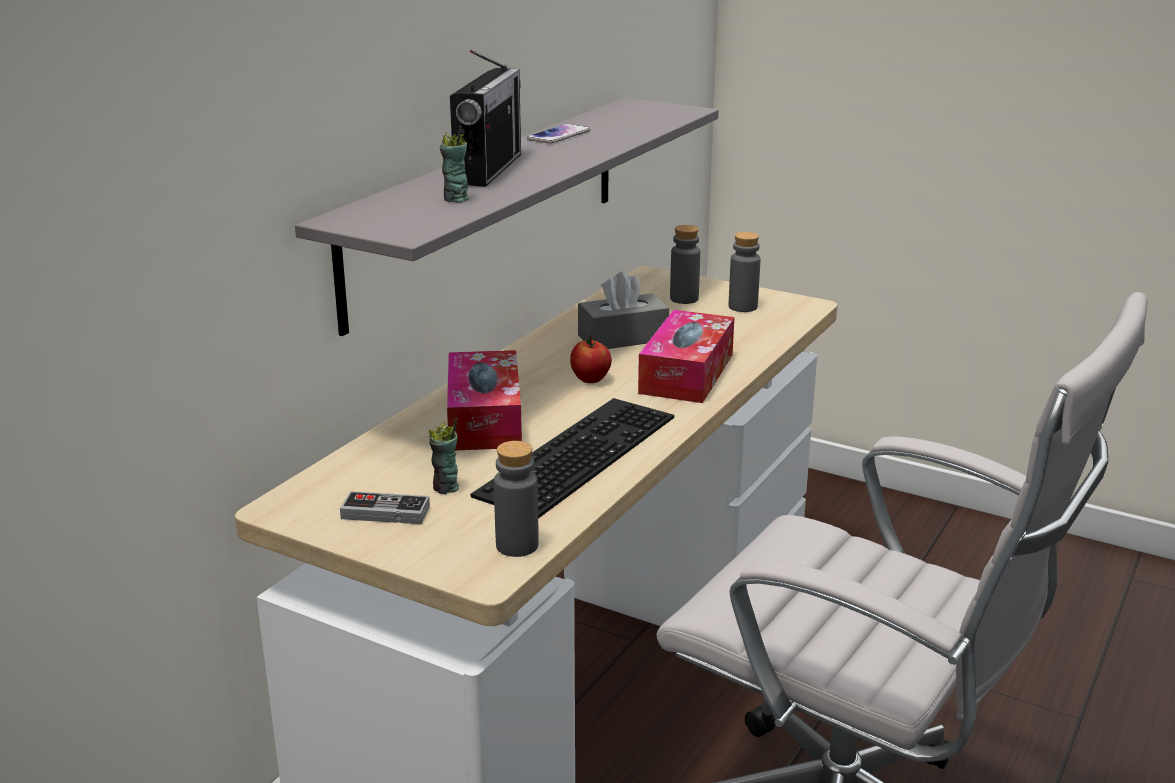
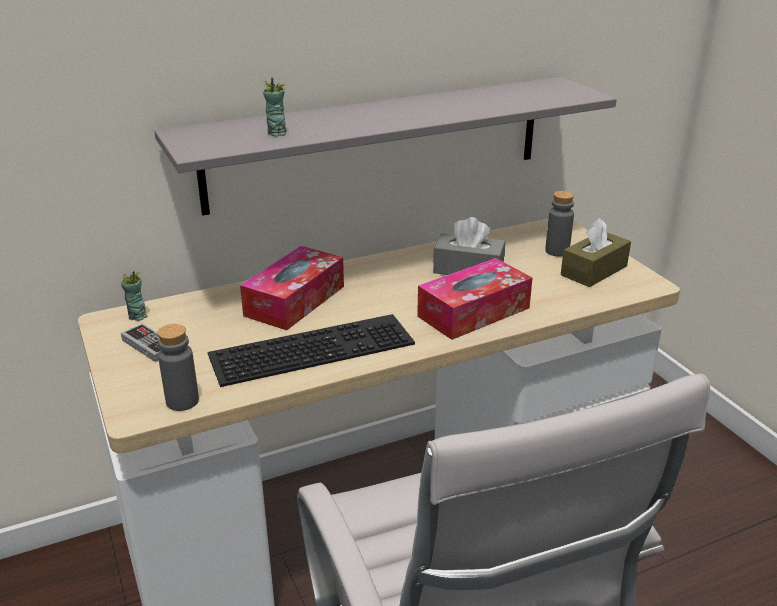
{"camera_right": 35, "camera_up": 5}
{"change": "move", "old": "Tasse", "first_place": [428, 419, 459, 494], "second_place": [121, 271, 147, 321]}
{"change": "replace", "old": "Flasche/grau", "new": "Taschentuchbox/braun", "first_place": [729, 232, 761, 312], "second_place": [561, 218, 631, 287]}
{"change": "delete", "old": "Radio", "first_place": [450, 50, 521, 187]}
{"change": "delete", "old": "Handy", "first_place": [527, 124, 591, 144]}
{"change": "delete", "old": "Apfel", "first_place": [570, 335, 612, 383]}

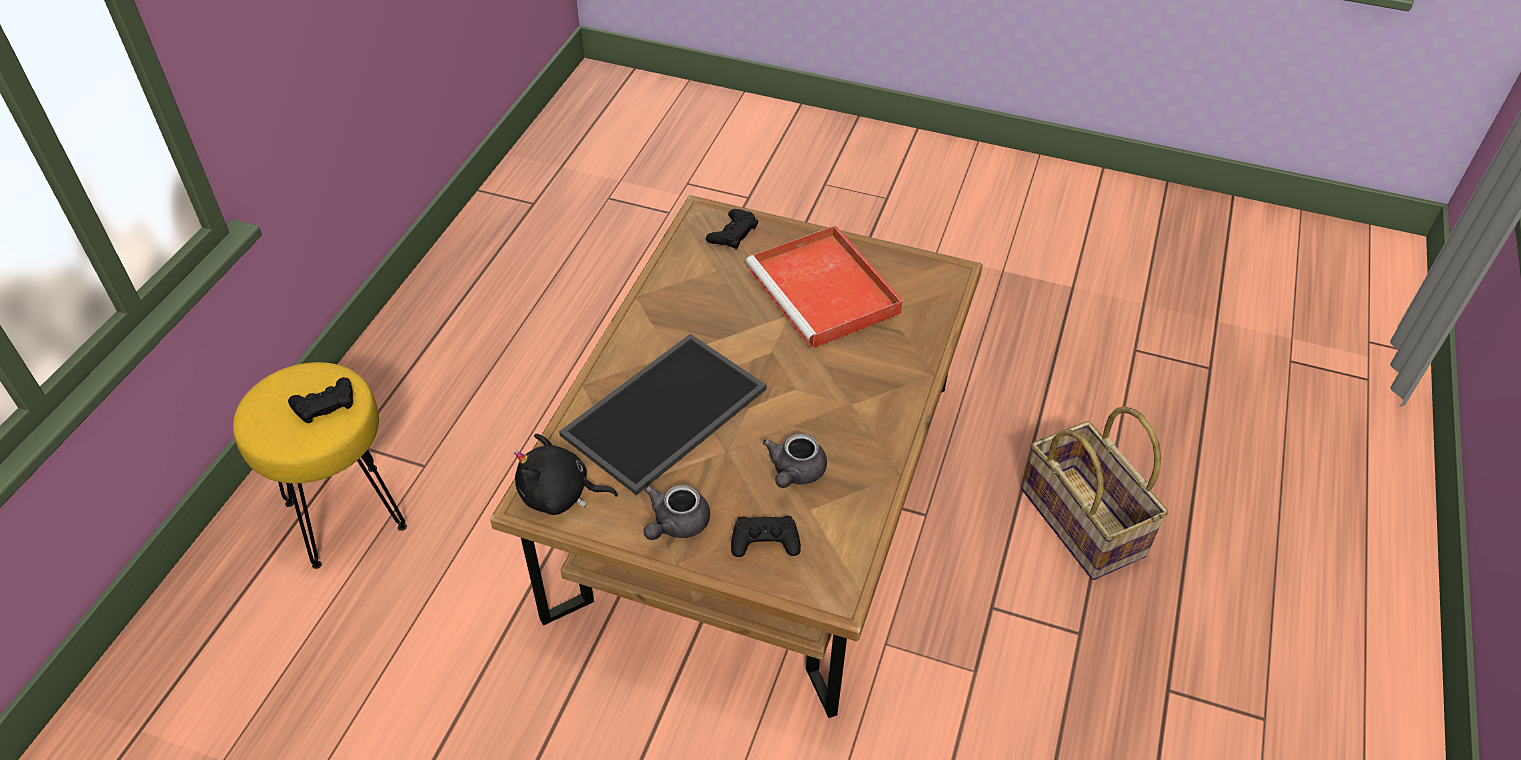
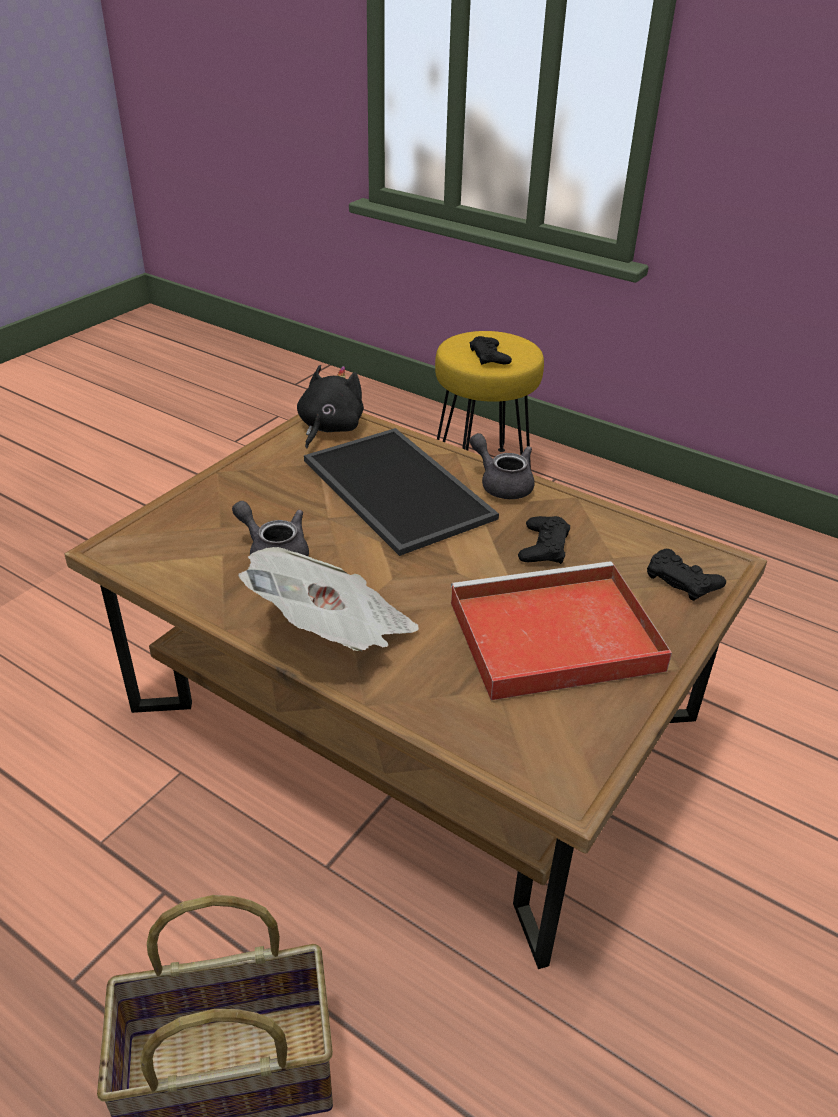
{"camera_right": 105, "camera_up": -10}
{"change": "insert", "new": "Zeitung", "second_place": [238, 547, 419, 652]}
{"change": "move", "old": "Teekanne/grau", "first_place": [644, 485, 710, 540], "second_place": [470, 433, 535, 499]}
{"change": "move", "old": "Gamepad/schwarz", "first_place": [731, 516, 801, 557], "second_place": [518, 516, 570, 564]}

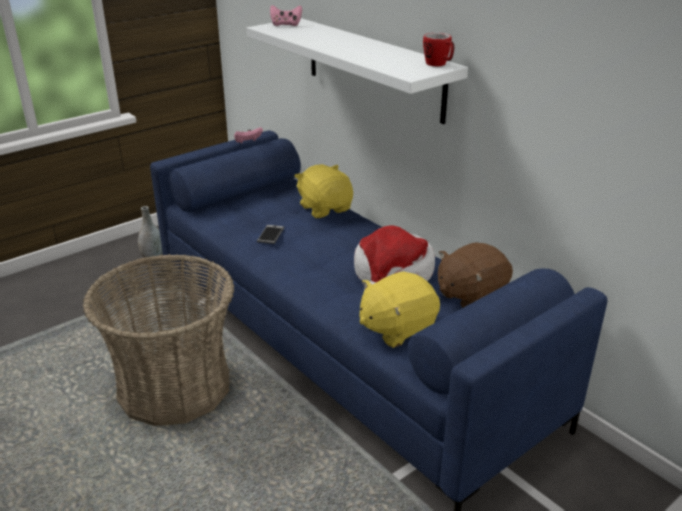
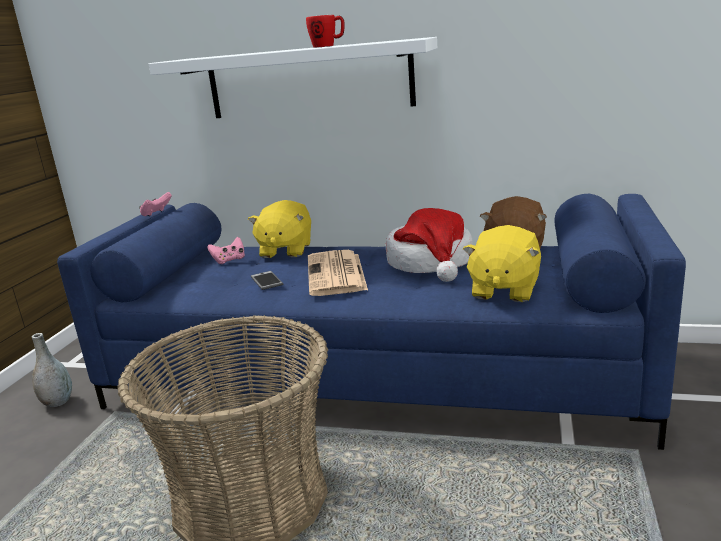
{"camera_right": -35, "camera_up": -10}
{"change": "move", "old": "Gamepad/rosa", "first_place": [270, 5, 302, 26], "second_place": [207, 237, 245, 264]}
{"change": "rotate", "old": "Plüschtier/gelb", "first_place": [295, 164, 353, 218], "second_place": [248, 200, 311, 258], "degrees": -105}
{"change": "move", "old": "Henkelbecher", "first_place": [423, 33, 455, 66], "second_place": [306, 15, 344, 48]}
{"change": "insert", "new": "Zeitung", "second_place": [308, 250, 368, 296]}

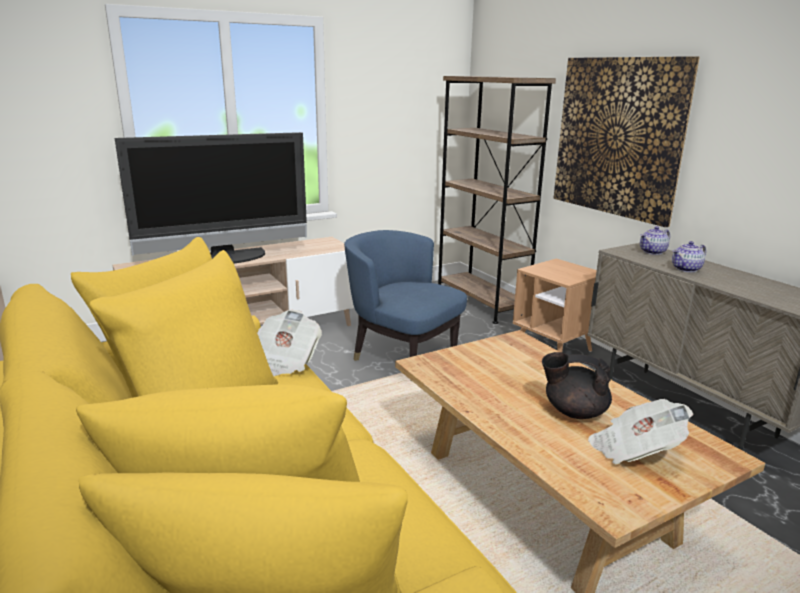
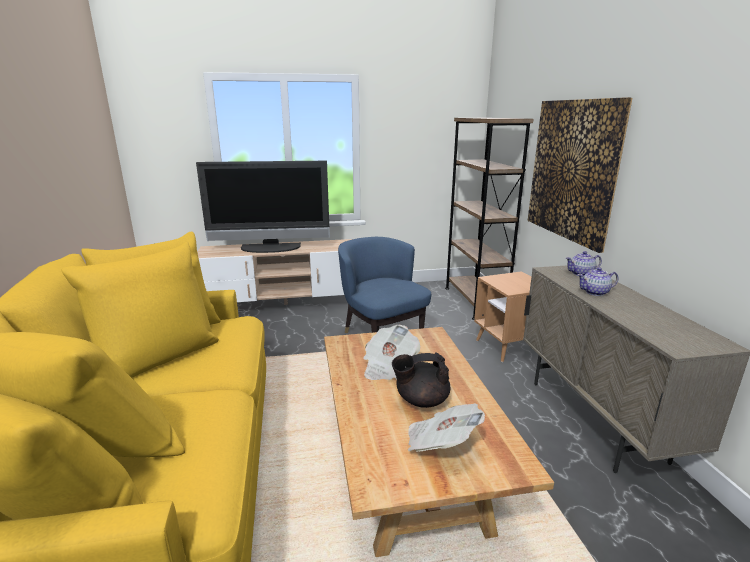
{"camera_right": 20, "camera_up": 0}
{"change": "move", "old": "Zeitung", "first_place": [257, 310, 322, 376], "second_place": [363, 325, 421, 380]}
{"change": "rotate", "old": "Teekanne/schwarz", "first_place": [542, 352, 612, 419], "second_place": [392, 352, 451, 408], "degrees": -45}

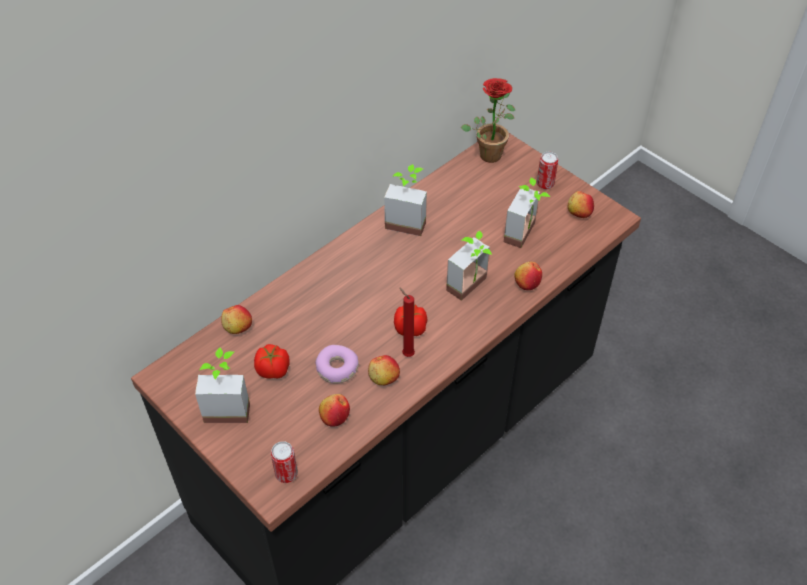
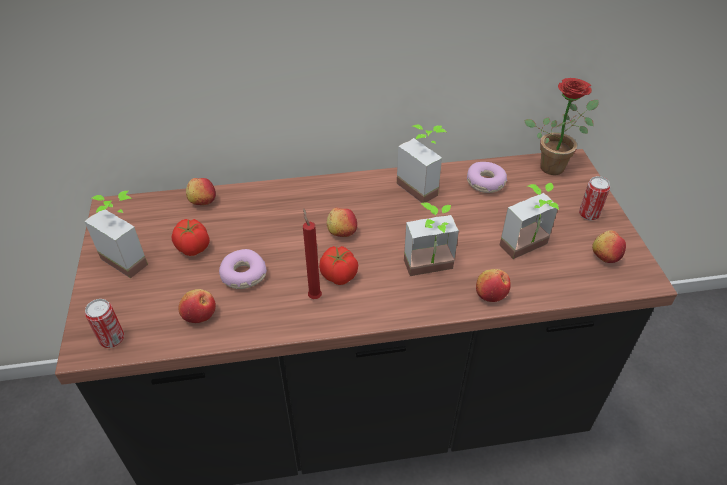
{"camera_right": 35, "camera_up": -5}
{"change": "move", "old": "Apfel", "first_place": [368, 355, 400, 385], "second_place": [327, 208, 357, 237]}
{"change": "insert", "new": "Donut", "second_place": [467, 162, 507, 193]}

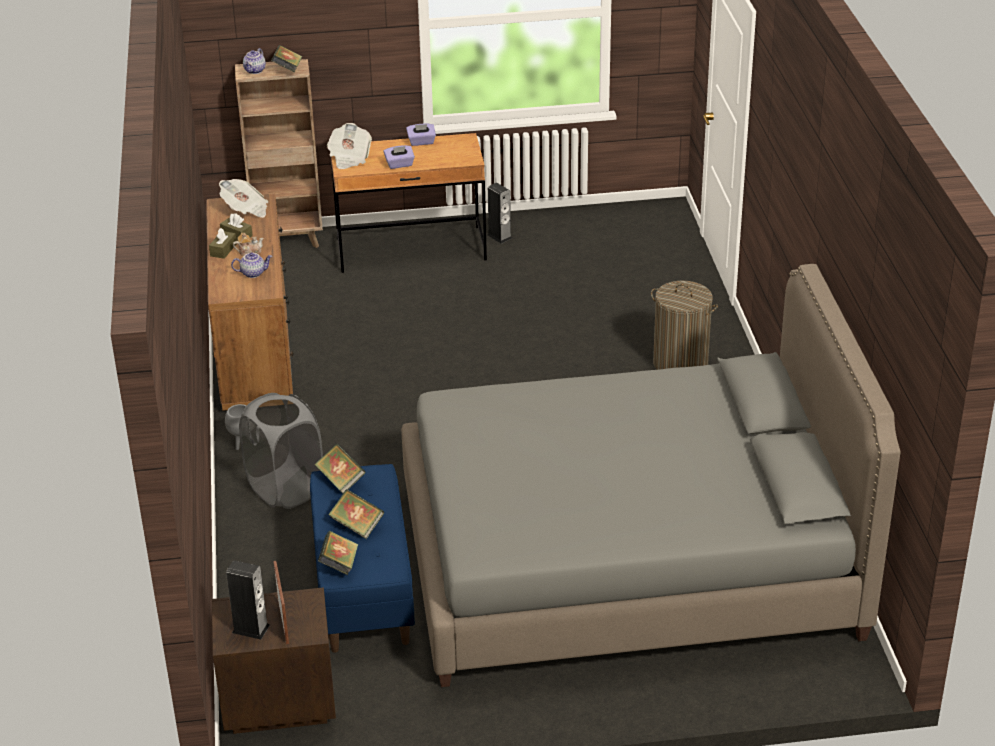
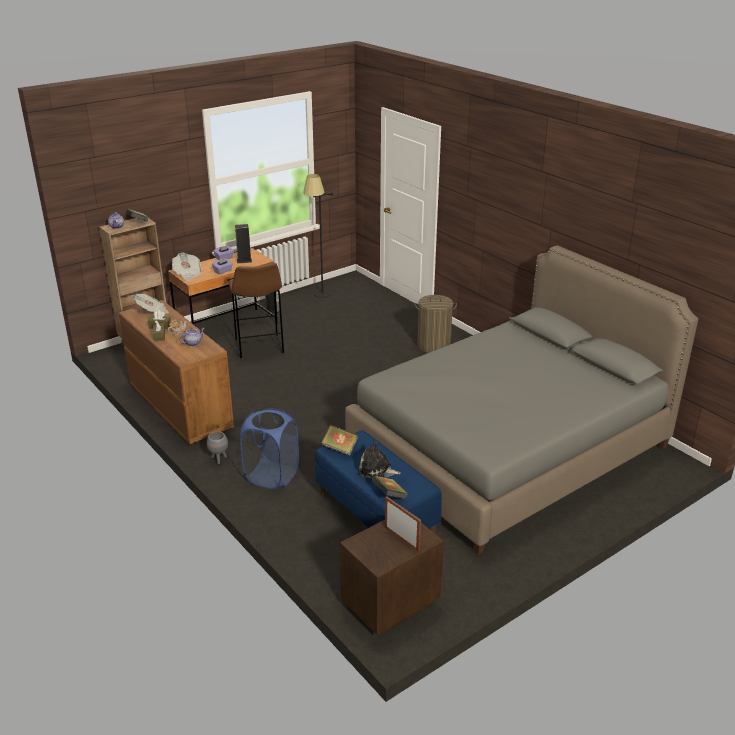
{"camera_right": -30, "camera_up": -5}
{"change": "insert", "new": "Hocker/braun", "second_place": [228, 263, 284, 360]}
{"change": "move", "old": "Lautsprecher", "first_place": [226, 560, 270, 639], "second_place": [235, 224, 252, 263]}
{"change": "recolor", "old": "Wäschekorb/grau", "new": "Wäschekorb/blau", "first_place": [239, 393, 323, 509], "second_place": [240, 408, 299, 489]}
{"change": "insert", "new": "Stehlampe/schwarz", "second_place": [303, 174, 333, 298]}
{"change": "replace", "old": "Buch", "new": "Plüschtier", "first_place": [328, 489, 384, 539], "second_place": [358, 441, 401, 479]}

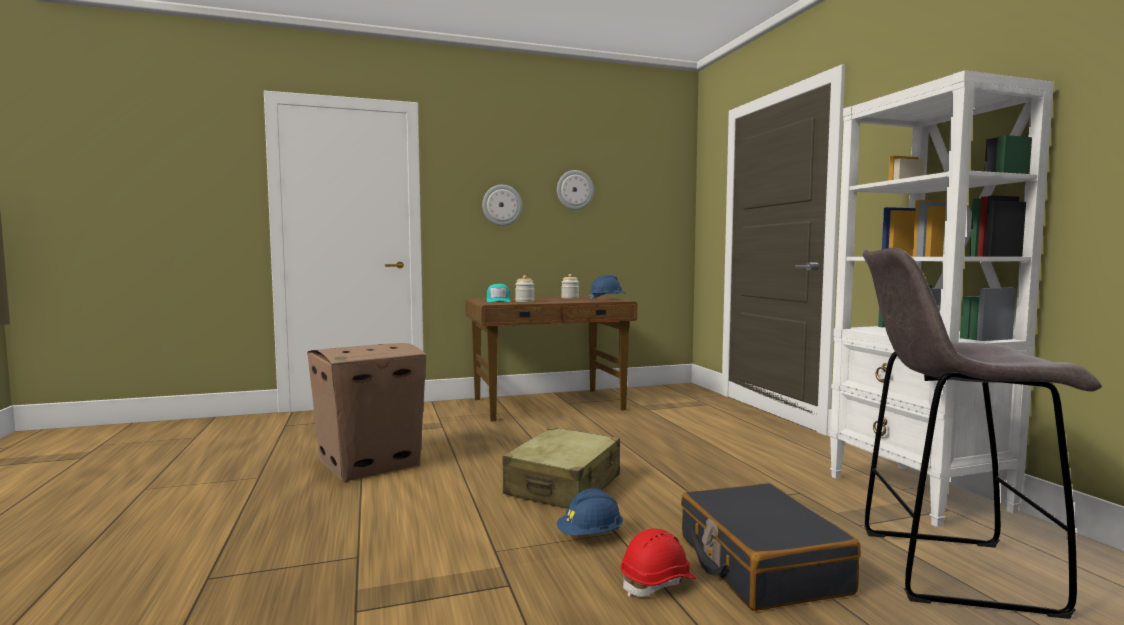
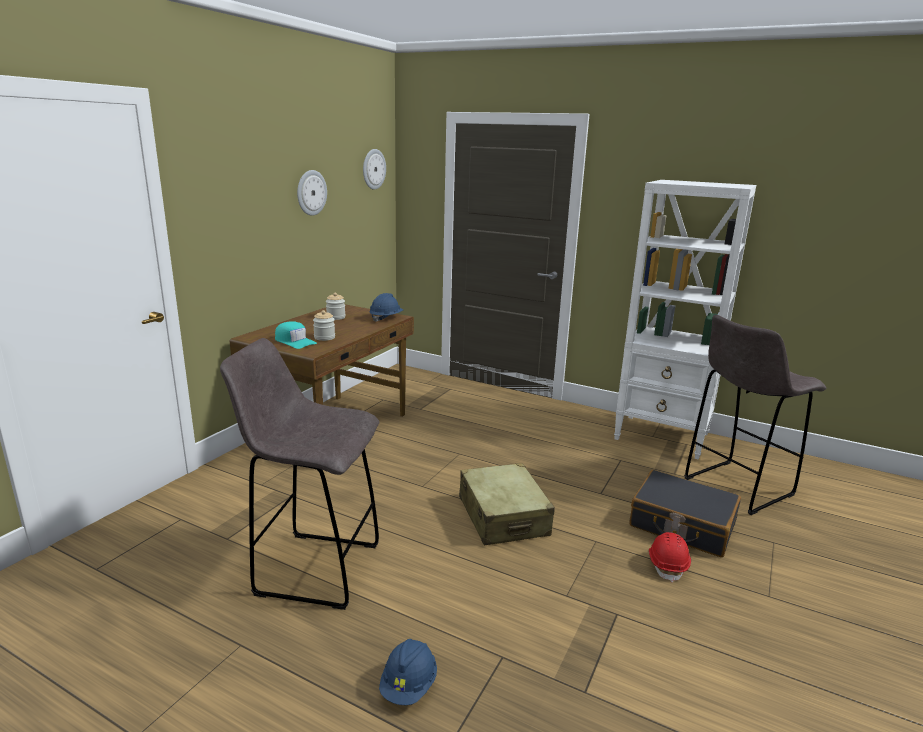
{"camera_right": -45, "camera_up": 15}
{"change": "replace", "old": "Karton", "new": "Hocker/grau", "first_place": [307, 343, 426, 482], "second_place": [220, 338, 379, 610]}
{"change": "move", "old": "Wanduhr", "first_place": [482, 185, 522, 226], "second_place": [363, 149, 386, 190]}
{"change": "move", "old": "Schutzhelm/blau", "first_place": [557, 488, 623, 536], "second_place": [379, 639, 437, 705]}

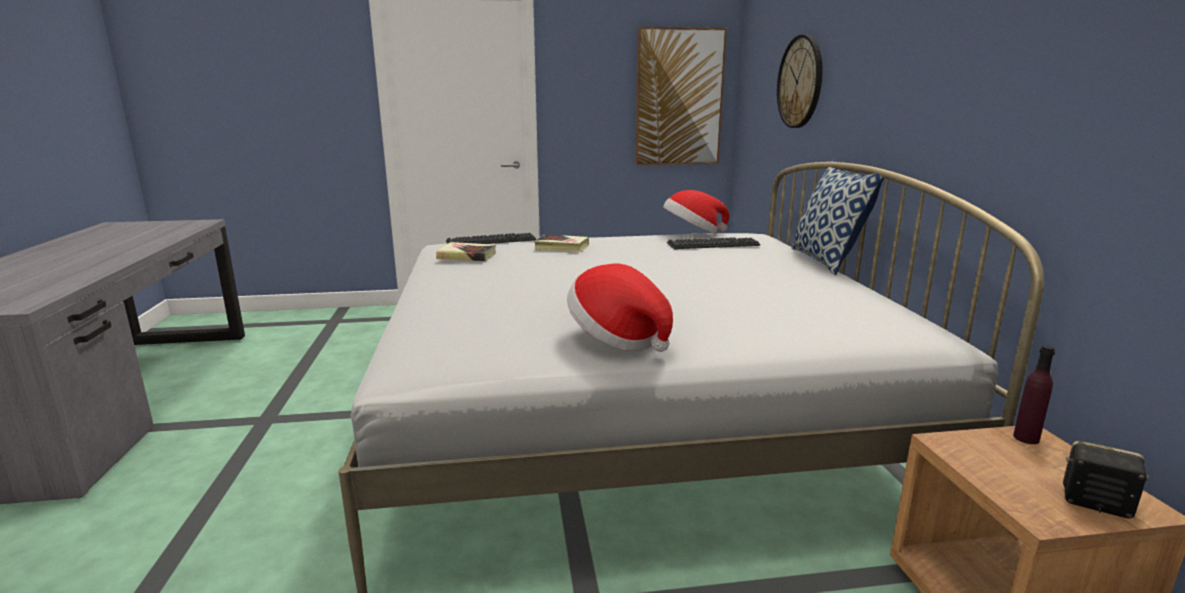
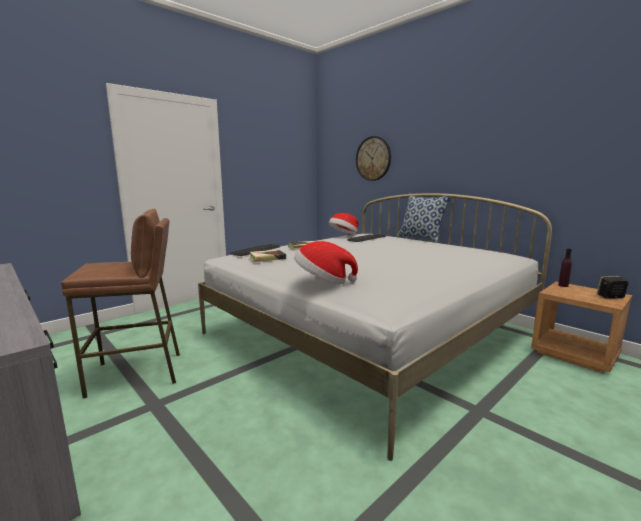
{"camera_right": -35, "camera_up": -5}
{"change": "insert", "new": "Hocker/braun", "second_place": [61, 209, 180, 399]}
{"change": "move", "old": "Hut", "first_place": [567, 264, 673, 352], "second_place": [294, 241, 358, 285]}
{"change": "delete", "old": "Bild", "first_place": [635, 27, 727, 165]}

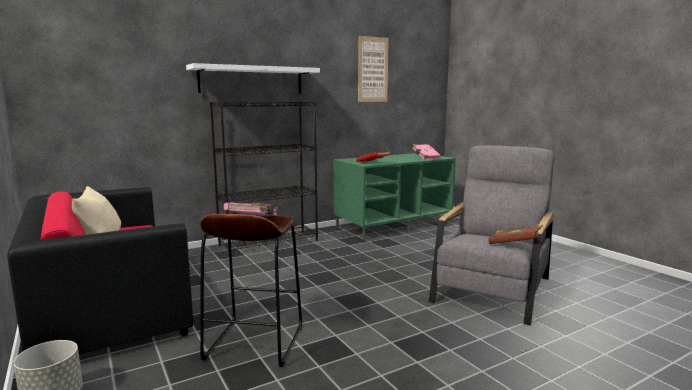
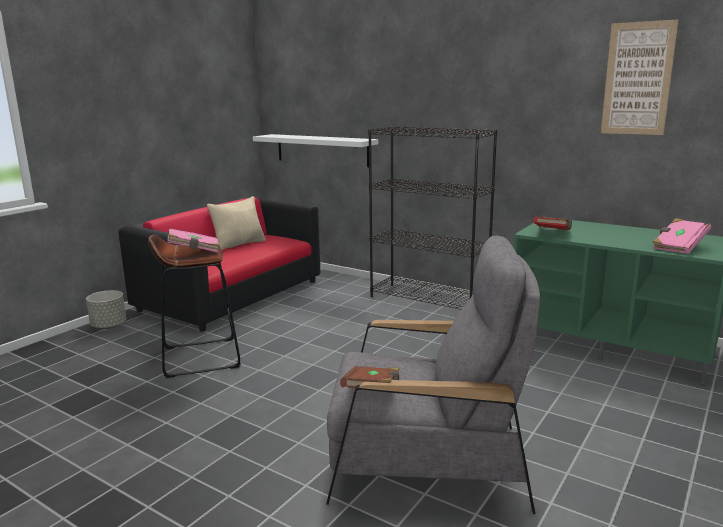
{"camera_right": 65, "camera_up": 5}
{"change": "move", "old": "Wandregal/weiß", "first_place": [186, 63, 320, 94], "second_place": [253, 134, 378, 167]}

